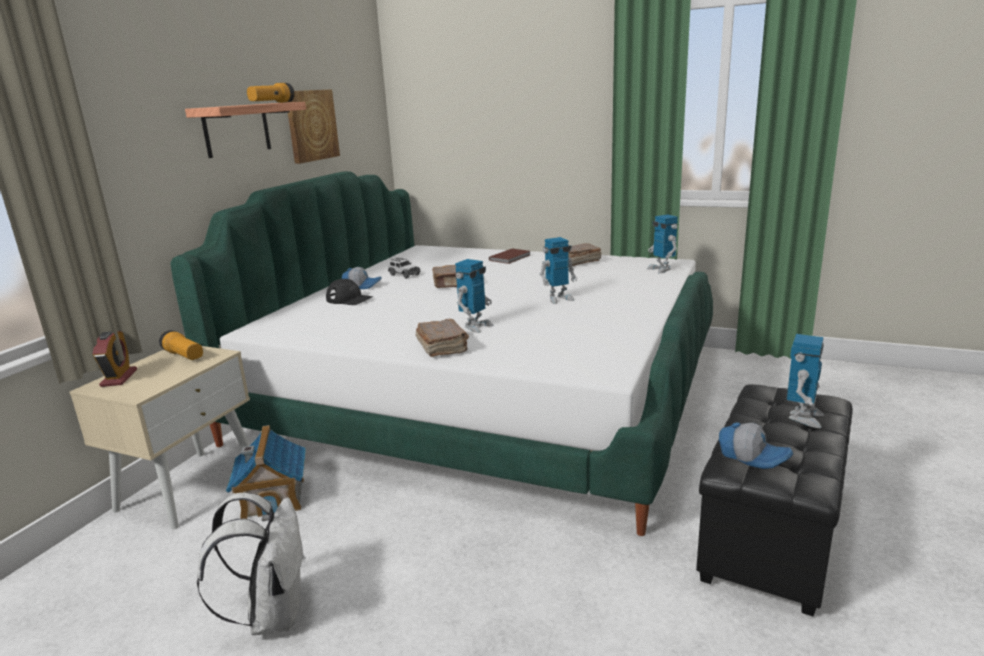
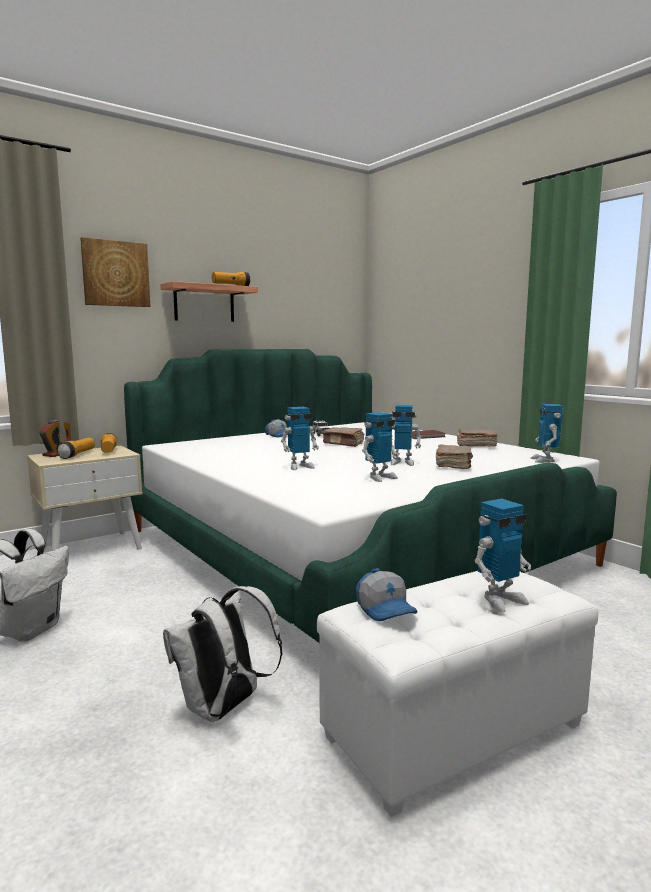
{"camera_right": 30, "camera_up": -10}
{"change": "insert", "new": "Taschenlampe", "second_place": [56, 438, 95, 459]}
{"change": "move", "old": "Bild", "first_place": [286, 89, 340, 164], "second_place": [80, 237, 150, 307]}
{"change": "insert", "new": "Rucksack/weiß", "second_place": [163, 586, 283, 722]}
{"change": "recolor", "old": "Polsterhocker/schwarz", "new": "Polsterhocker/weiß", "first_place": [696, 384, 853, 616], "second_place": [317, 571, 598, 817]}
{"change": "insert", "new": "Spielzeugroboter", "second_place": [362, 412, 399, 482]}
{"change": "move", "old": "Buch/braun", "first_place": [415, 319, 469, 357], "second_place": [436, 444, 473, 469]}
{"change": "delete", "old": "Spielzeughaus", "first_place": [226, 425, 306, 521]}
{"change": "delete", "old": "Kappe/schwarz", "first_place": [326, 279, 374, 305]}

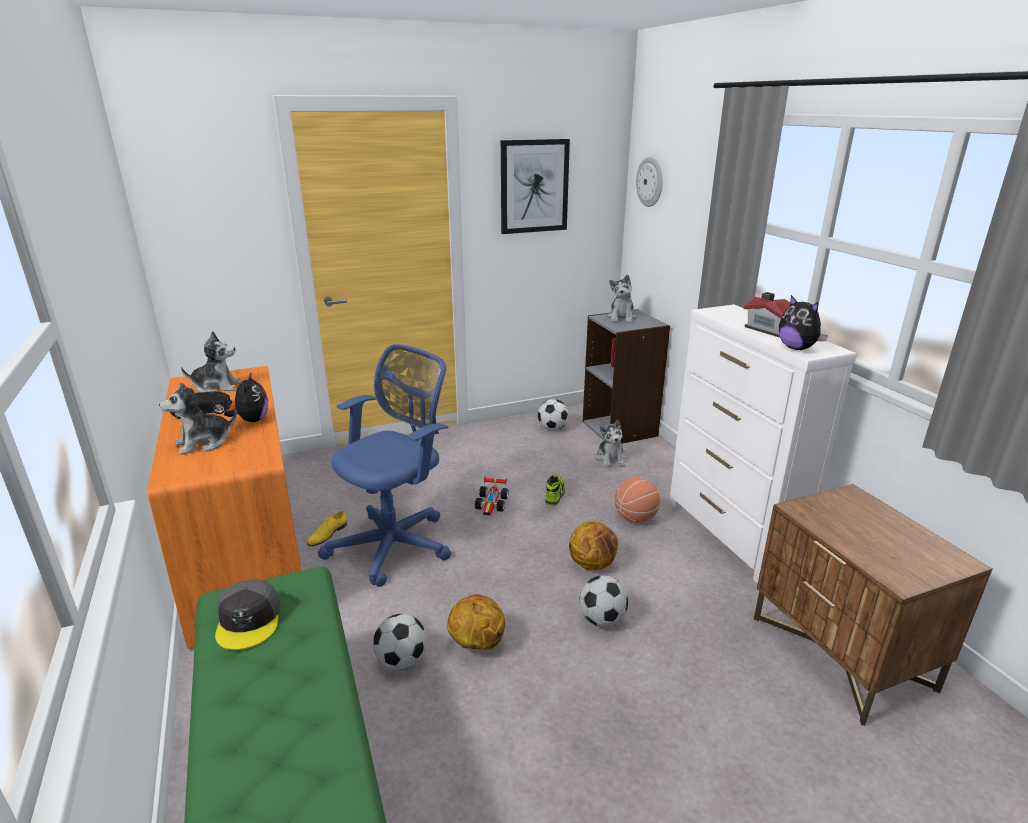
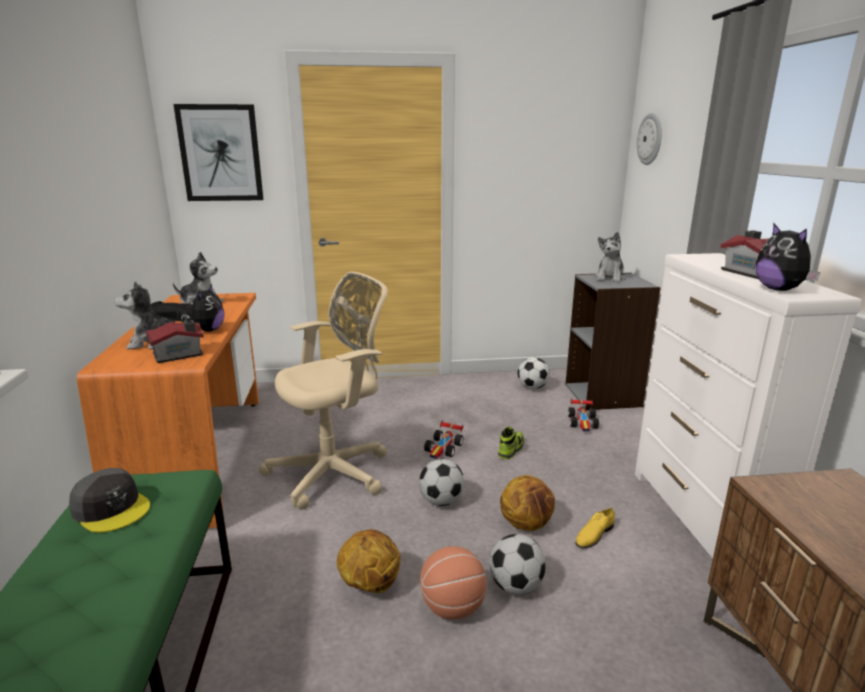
{"camera_right": 15, "camera_up": -5}
{"change": "rotate", "old": "Kappe/grau", "first_place": [215, 580, 281, 650], "second_place": [69, 468, 150, 532], "degrees": -60}
{"change": "insert", "new": "Spielzeughaus", "second_place": [146, 320, 204, 363]}
{"change": "move", "old": "Bild", "first_place": [501, 139, 570, 234], "second_place": [174, 104, 264, 201]}
{"change": "recolor", "old": "Bürostuhl/blau", "new": "Bürostuhl/beige", "first_place": [318, 344, 451, 587], "second_place": [259, 272, 388, 510]}
{"change": "move", "old": "Fußball", "first_place": [373, 614, 426, 670], "second_place": [419, 459, 464, 506]}
{"change": "move", "old": "Basketball", "first_place": [615, 478, 660, 523], "second_place": [420, 546, 487, 619]}
{"change": "replace", "old": "Plüschtier", "new": "Spielzeugauto", "first_place": [596, 420, 625, 467], "second_place": [568, 398, 599, 432]}
{"change": "move", "old": "Schuh/gelb", "first_place": [307, 511, 347, 546], "second_place": [576, 508, 615, 548]}

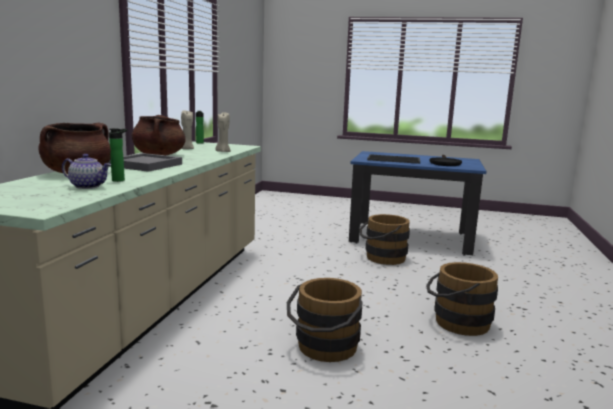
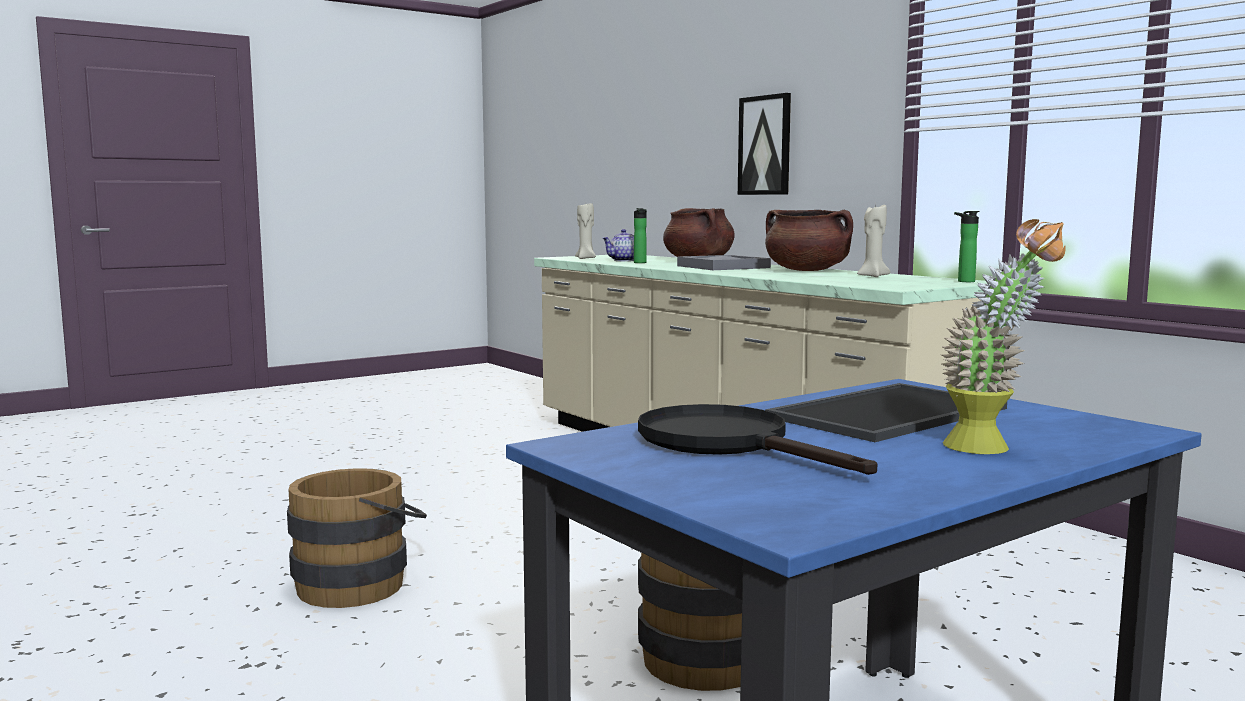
{"camera_right": 130, "camera_up": -5}
{"change": "move", "old": "Kerze/beige", "first_place": [215, 112, 231, 152], "second_place": [575, 203, 596, 259]}
{"change": "insert", "new": "Bild", "second_place": [738, 93, 791, 195]}
{"change": "insert", "new": "Topfpflanze", "second_place": [941, 219, 1066, 454]}
{"change": "delete", "old": "Eimer/braun", "first_place": [287, 278, 363, 362]}

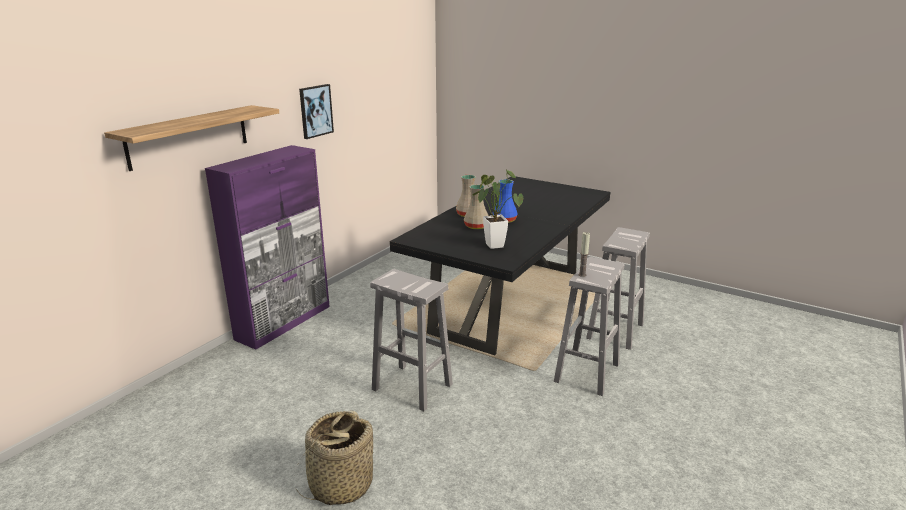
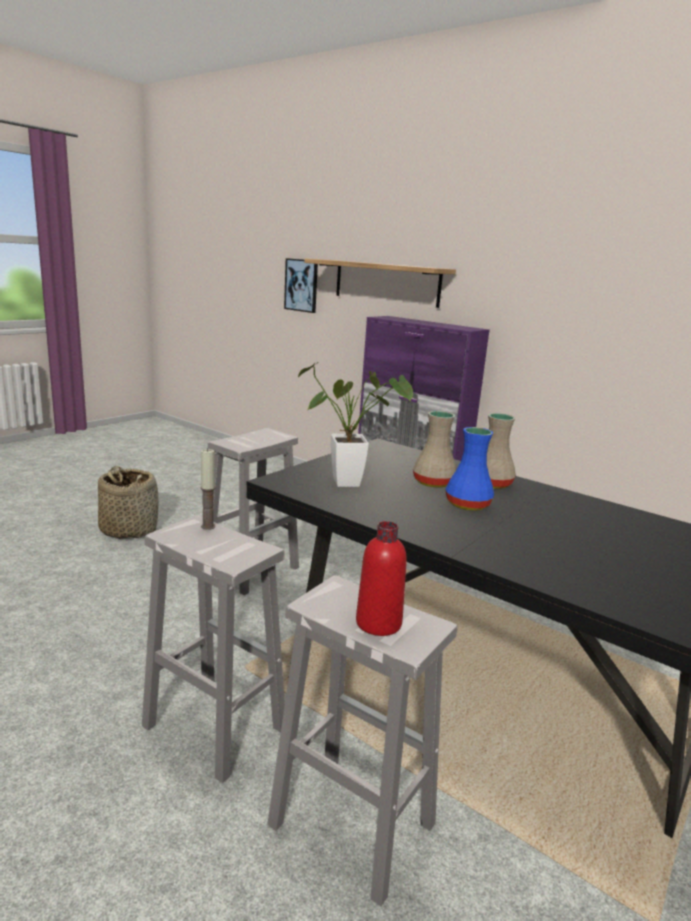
{"camera_right": 95, "camera_up": -5}
{"change": "move", "old": "Bild", "first_place": [299, 84, 334, 139], "second_place": [284, 258, 318, 313]}
{"change": "insert", "new": "Flasche/rot", "second_place": [356, 521, 407, 636]}

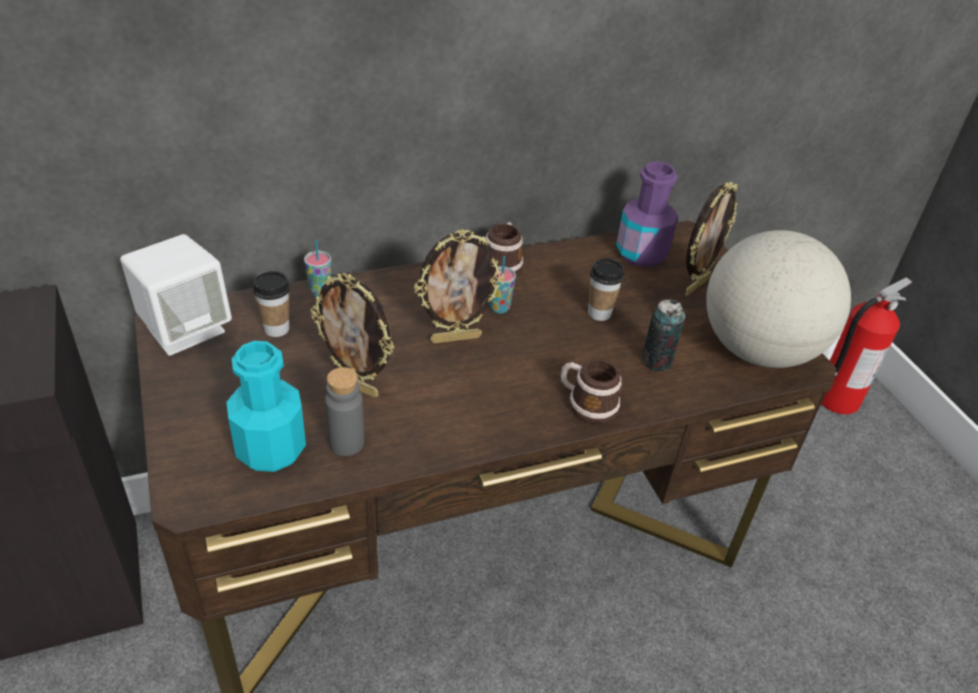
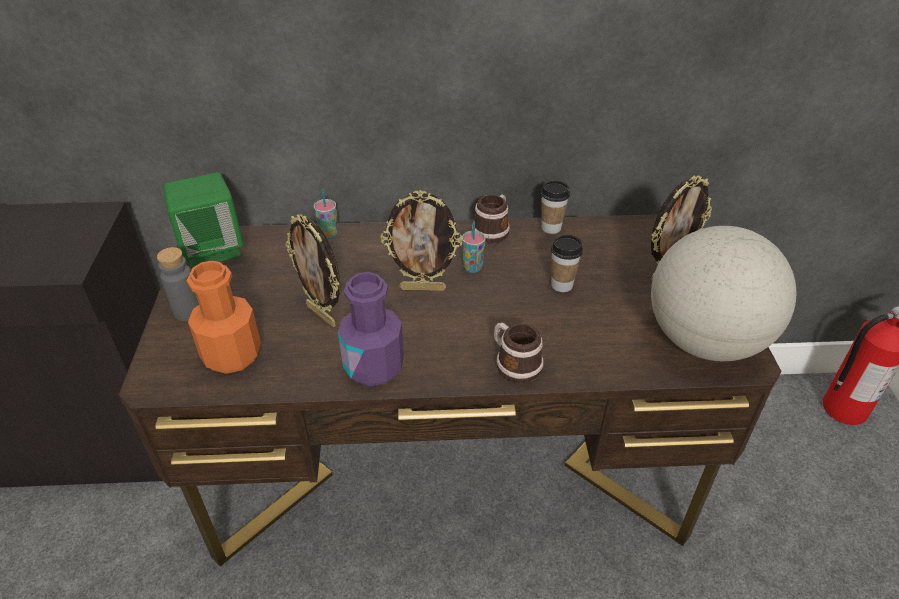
{"camera_right": 20, "camera_up": 0}
{"change": "move", "old": "Flasche/grau", "first_place": [325, 367, 364, 456], "second_place": [157, 247, 199, 321]}
{"change": "recolor", "old": "Lautsprecher/weiß", "new": "Lautsprecher/grün", "first_place": [120, 234, 232, 356], "second_place": [163, 172, 244, 268]}
{"change": "recolor", "old": "Flasche/türkis", "new": "Flasche/orange", "first_place": [227, 341, 306, 472], "second_place": [187, 261, 261, 374]}
{"change": "move", "old": "Flasche/lila", "first_place": [616, 161, 678, 267], "second_place": [338, 272, 404, 386]}
{"change": "move", "old": "Tasse", "first_place": [253, 271, 290, 337], "second_place": [541, 181, 570, 234]}
{"change": "delete", "old": "Dose", "first_place": [642, 299, 685, 371]}

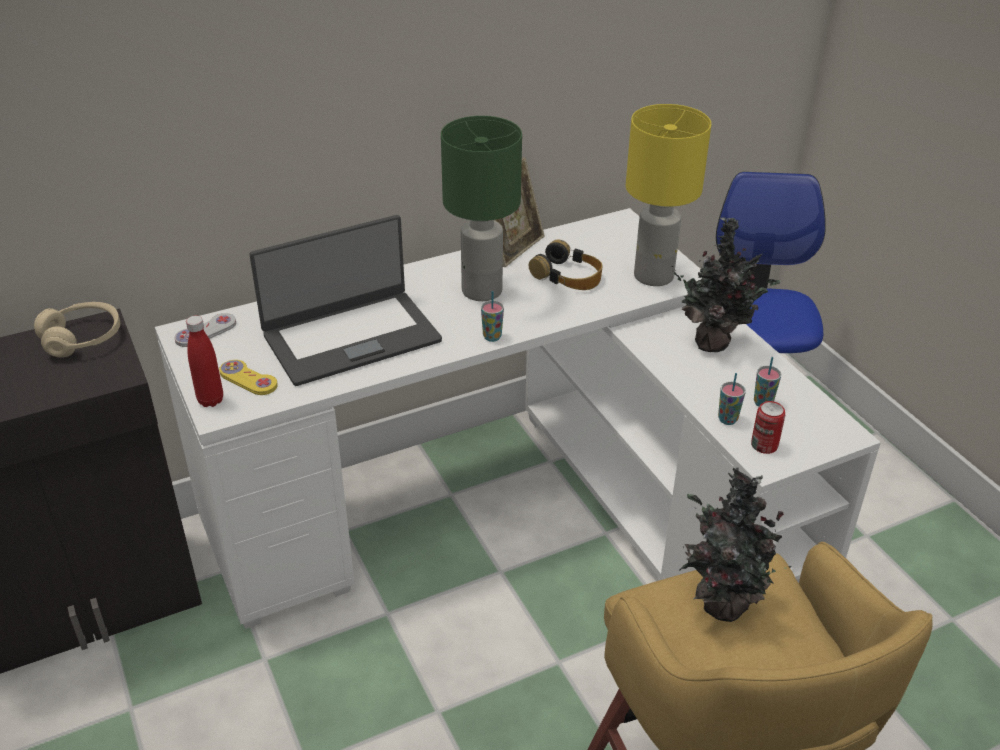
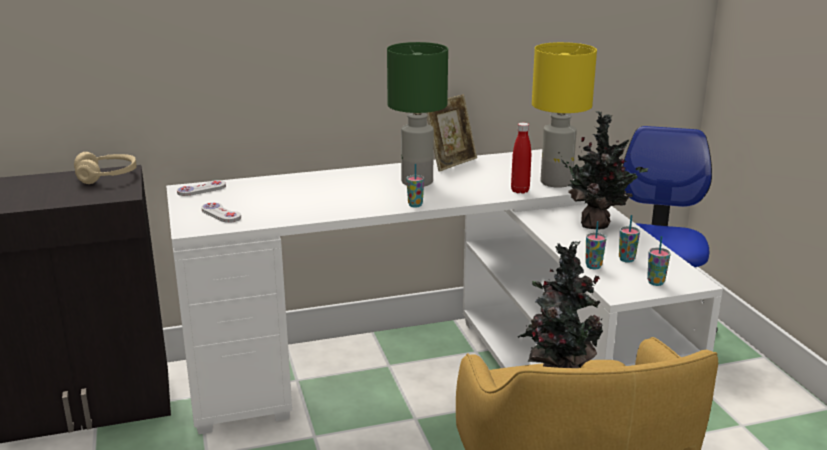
{"camera_right": 10, "camera_up": -15}
{"change": "recolor", "old": "Gamepad/gelb", "new": "Gamepad/weiß", "first_place": [219, 360, 278, 395], "second_place": [201, 203, 241, 223]}
{"change": "move", "old": "Flasche/rot", "first_place": [186, 316, 223, 407], "second_place": [511, 123, 531, 194]}
{"change": "insert", "new": "Tasse", "second_place": [647, 236, 671, 286]}
{"change": "delete", "old": "Laptop", "first_place": [249, 215, 442, 386]}
{"change": "delete", "old": "Kopfhörer", "first_place": [529, 239, 603, 290]}
{"change": "delete", "old": "Dose", "first_place": [751, 401, 785, 454]}

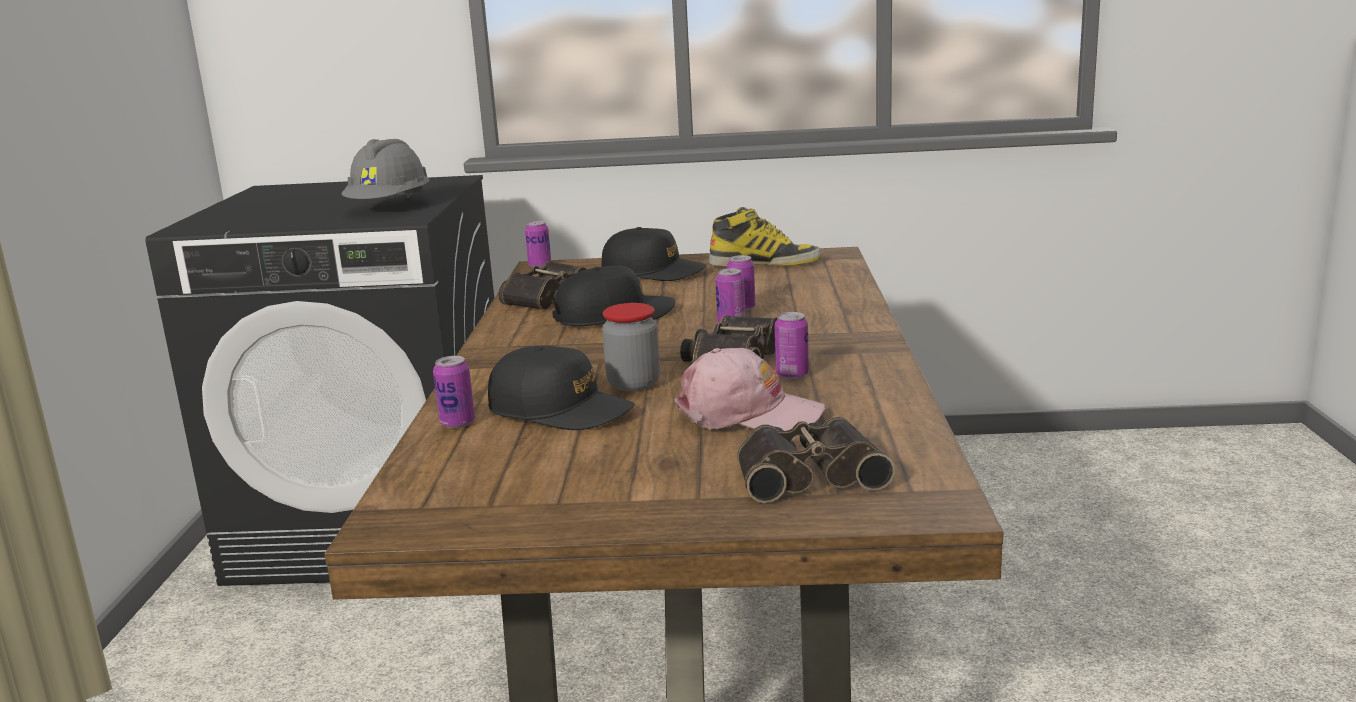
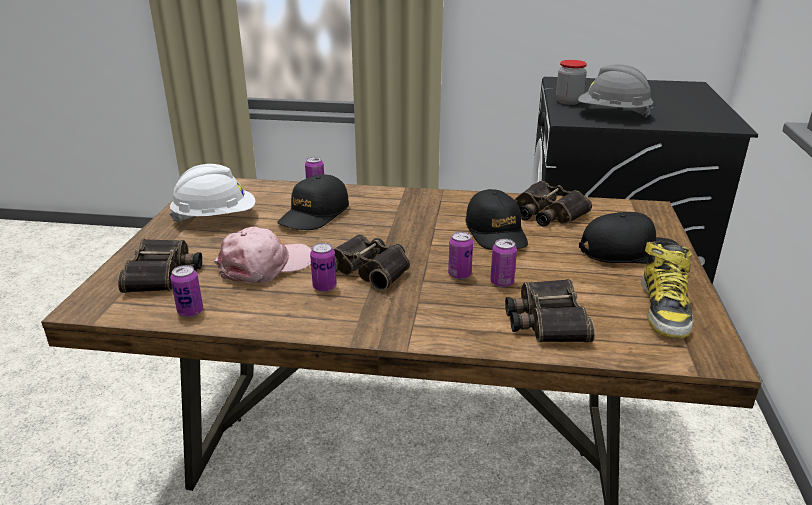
{"camera_right": 95, "camera_up": 10}
{"change": "insert", "new": "Schutzhelm/weiß", "second_place": [169, 164, 255, 222]}
{"change": "move", "old": "Dose", "first_place": [525, 221, 551, 268], "second_place": [171, 265, 203, 317]}
{"change": "rotate", "old": "Kappe/rosa", "first_place": [674, 348, 826, 431], "second_place": [214, 227, 311, 283], "degrees": -150}
{"change": "insert", "new": "Fernglas", "second_place": [505, 279, 595, 343]}
{"change": "move", "old": "Vorratsglas", "first_place": [602, 303, 660, 392], "second_place": [556, 60, 587, 105]}
{"change": "rotate", "old": "Kappe/schwarz", "first_place": [601, 227, 707, 281], "second_place": [579, 212, 678, 264], "degrees": -120}

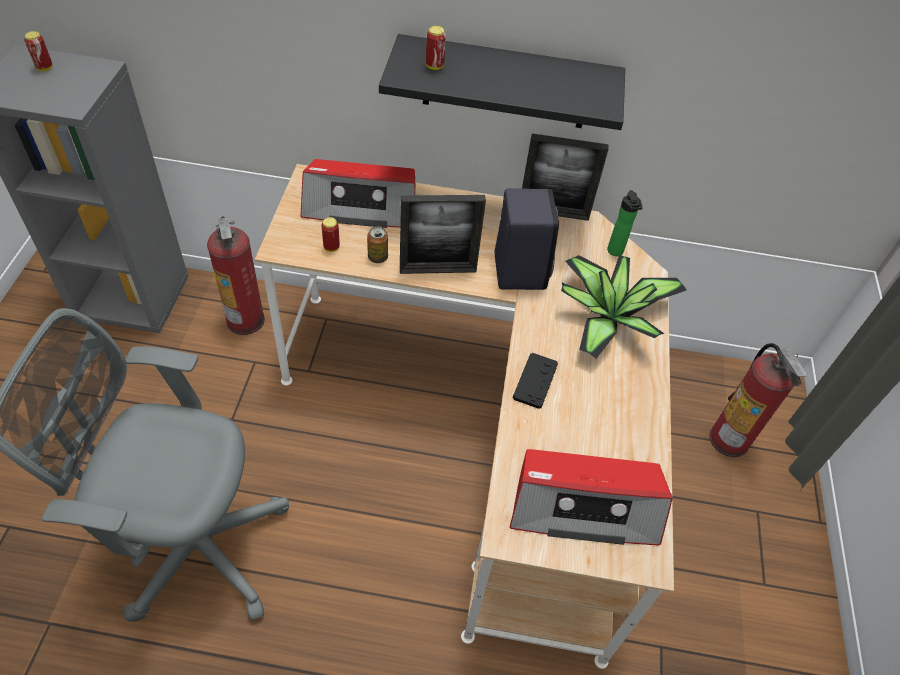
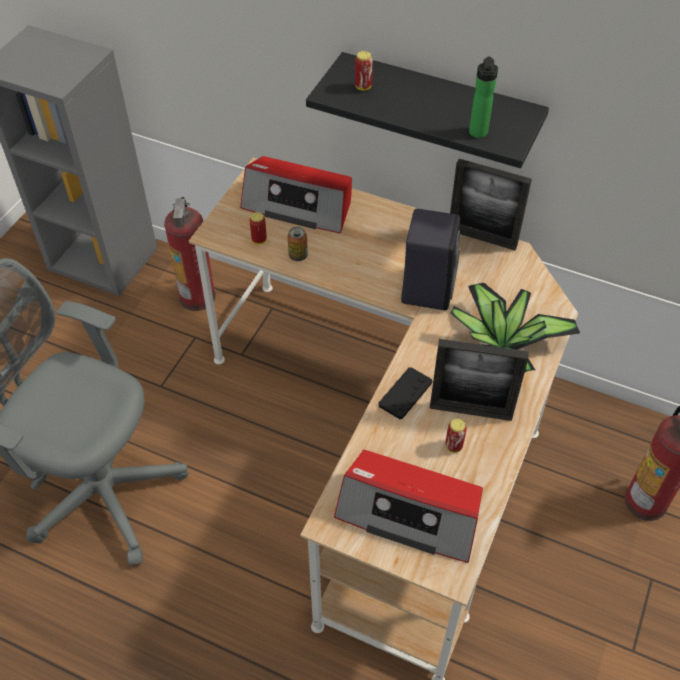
{"camera_right": 20, "camera_up": 0}
{"change": "move", "old": "Bilderrahmen", "first_place": [400, 195, 486, 274], "second_place": [430, 339, 529, 421]}
{"change": "move", "old": "Dose", "first_place": [25, 31, 53, 71], "second_place": [445, 419, 467, 453]}
{"change": "move", "old": "Flasche", "first_place": [607, 190, 643, 256], "second_place": [469, 56, 498, 138]}

